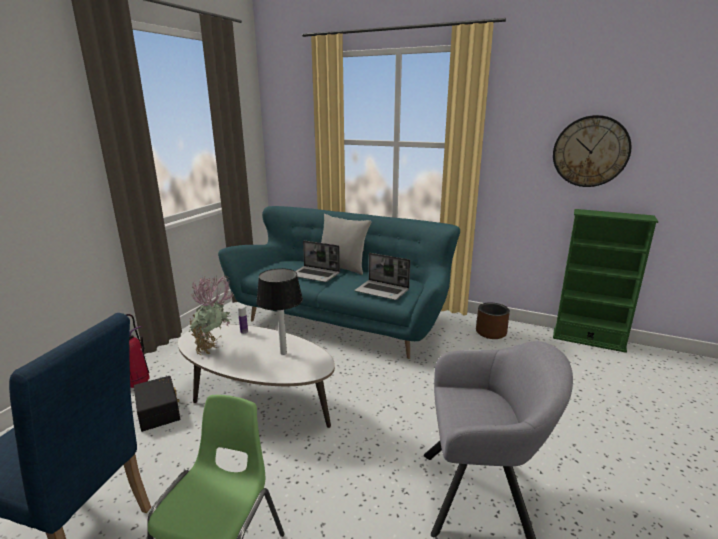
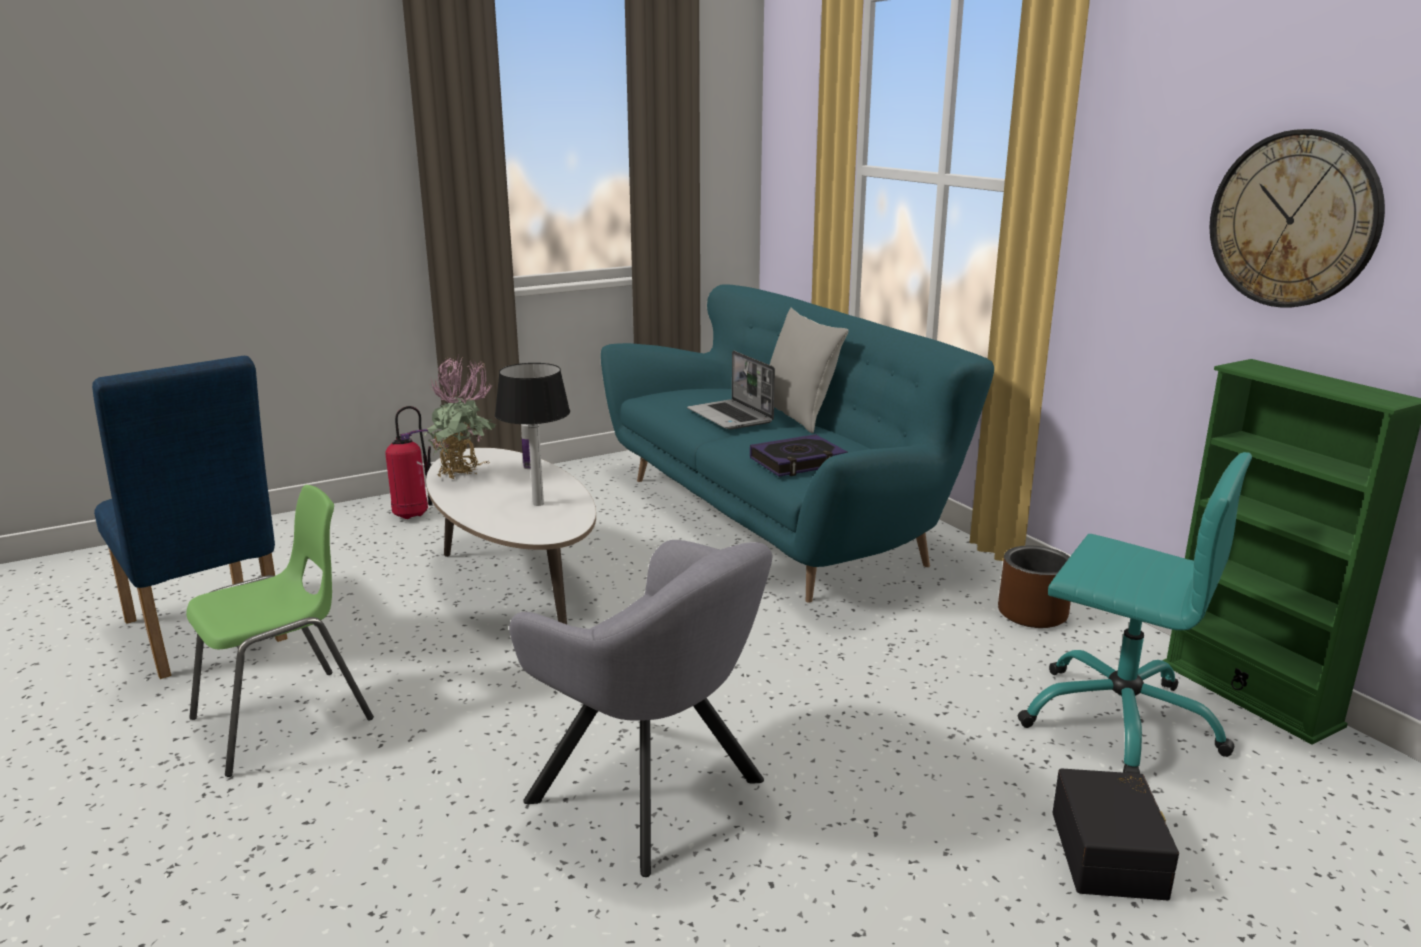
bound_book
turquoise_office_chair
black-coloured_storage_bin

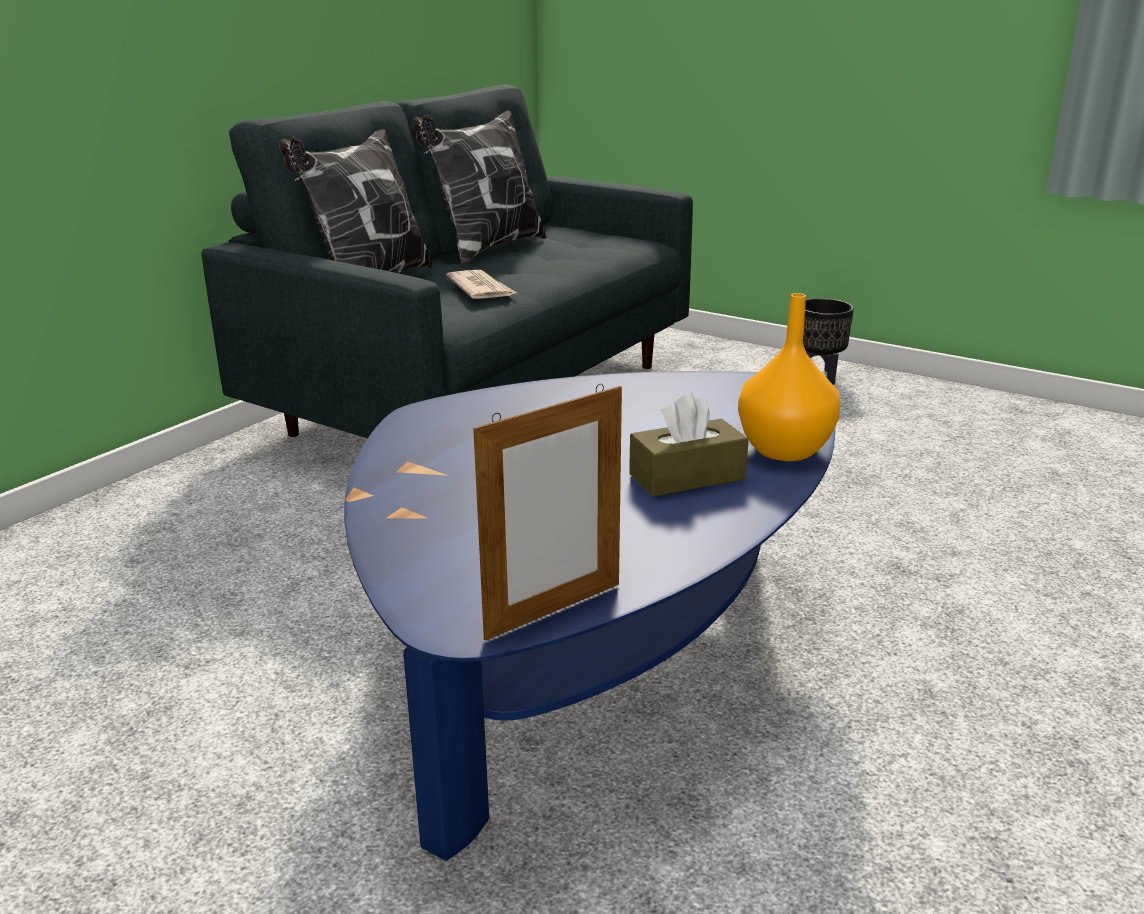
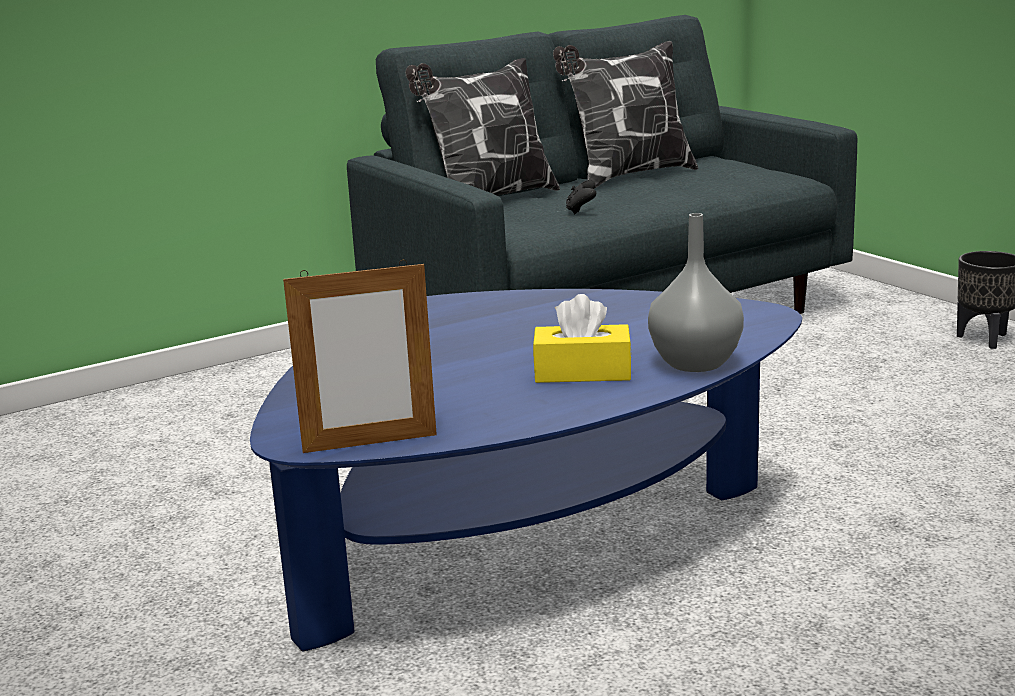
yellow_box_of_tissues
black-coloured_gamepad
greyish_decorative_vase

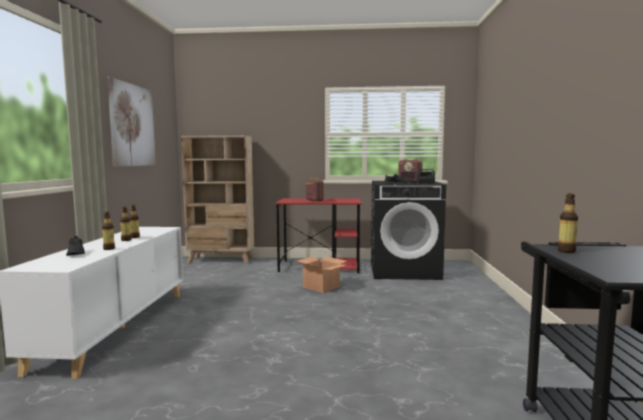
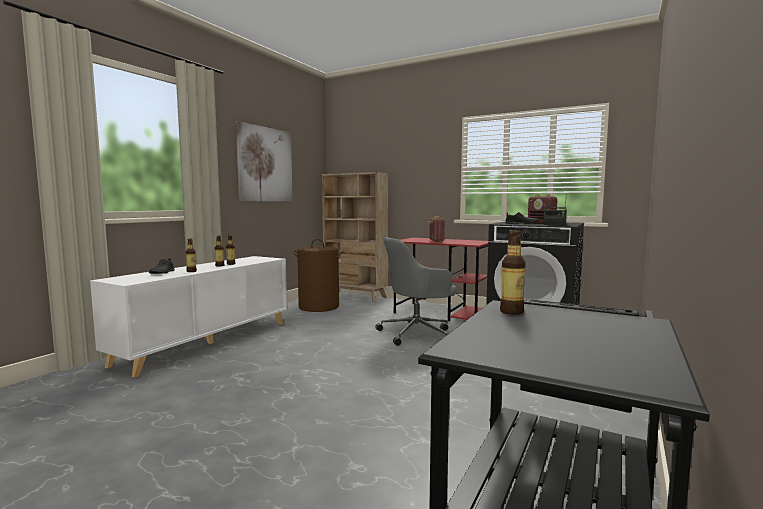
brown_laundry_basket
greyish_office_chair

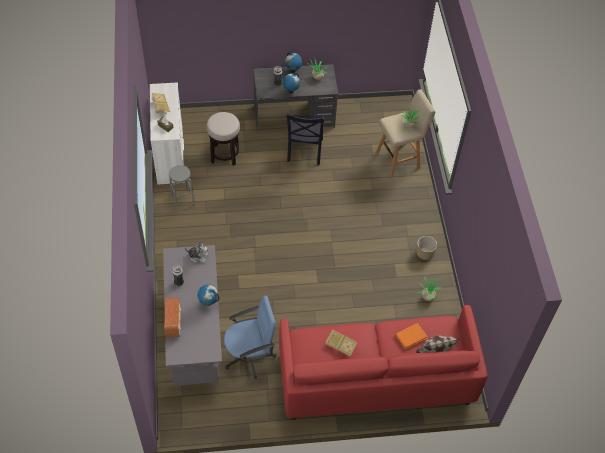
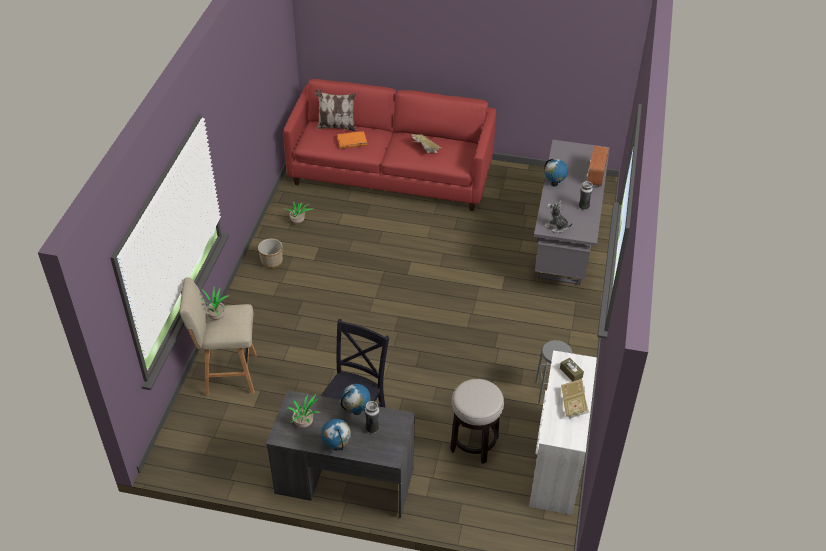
bluish_office_chair

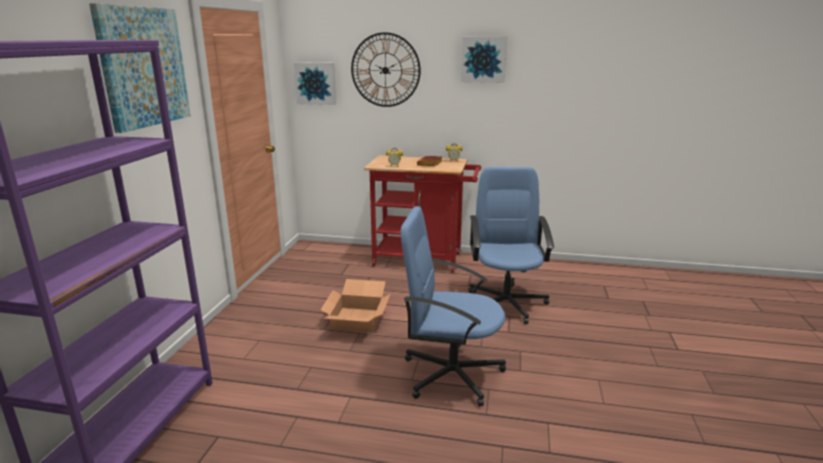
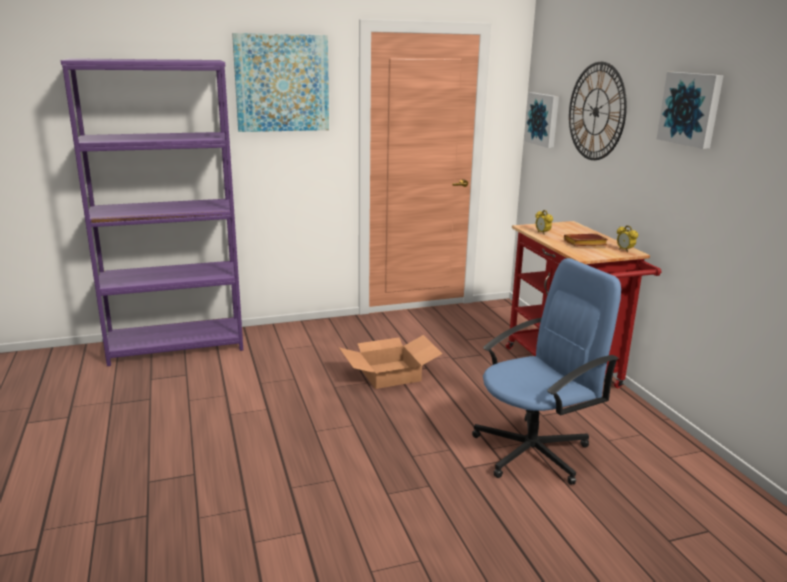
bluish_office_chair (1st from left in the first image)

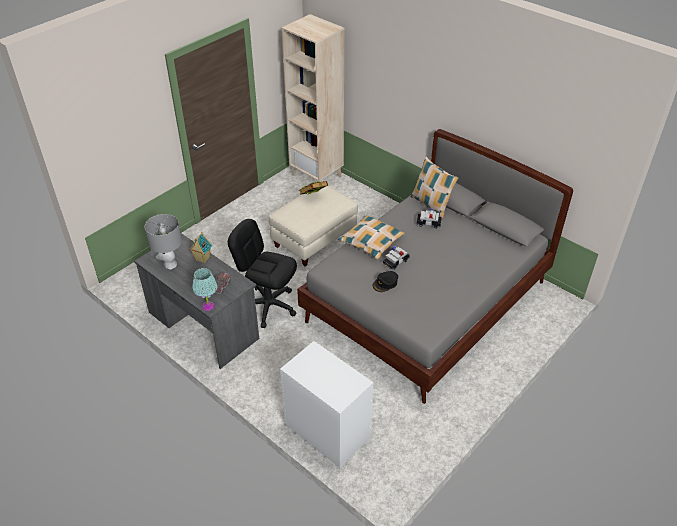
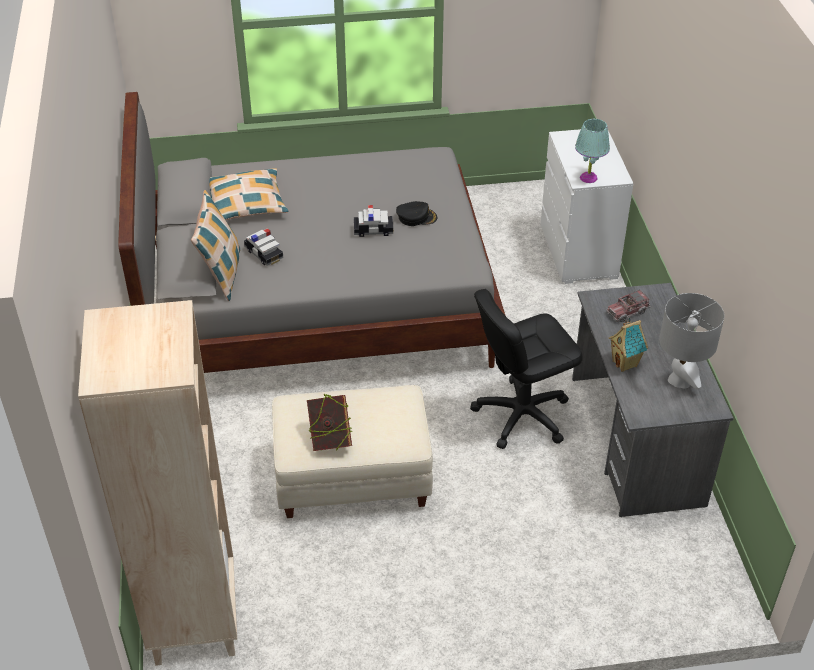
throw_pillow (2nd from left)
black-coloured_office_chair
turquoise_table_lamp

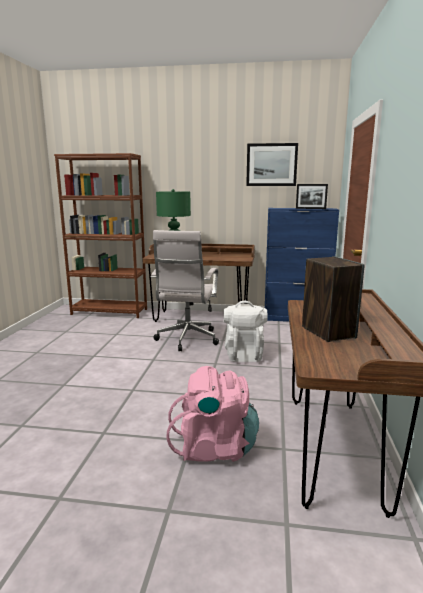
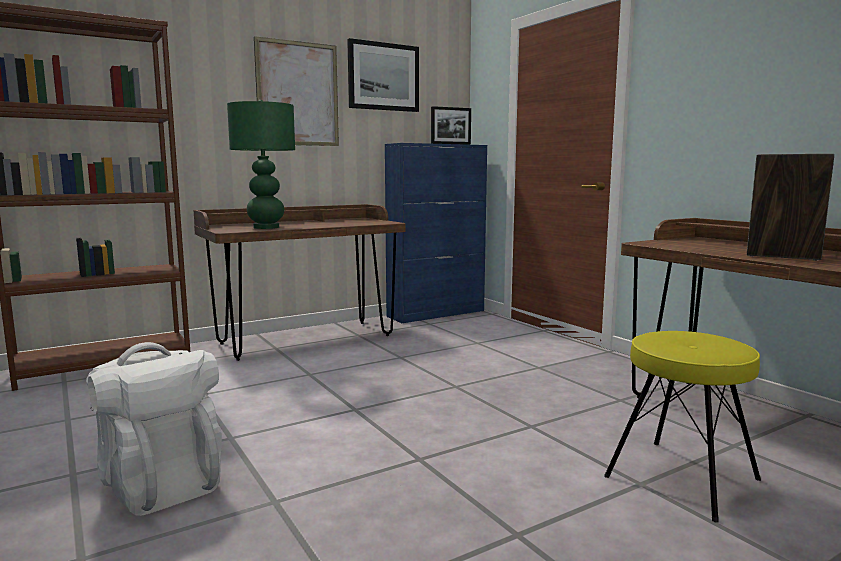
whitish_backpack
picture (1st from left)
yellow_stool
whitish_office_chair

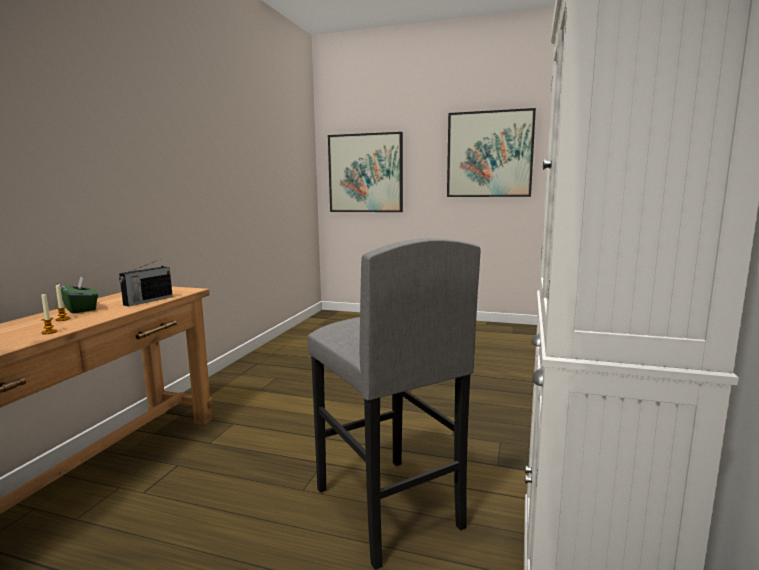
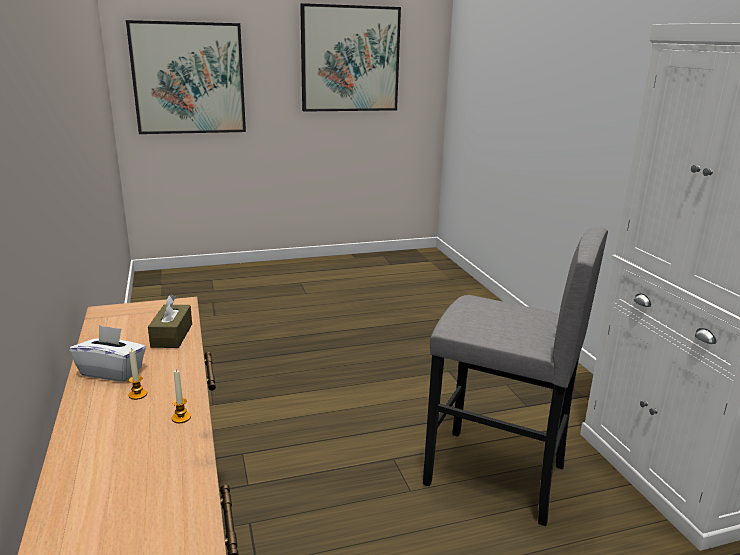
whitish_box_of_tissues
brown_box_of_tissues

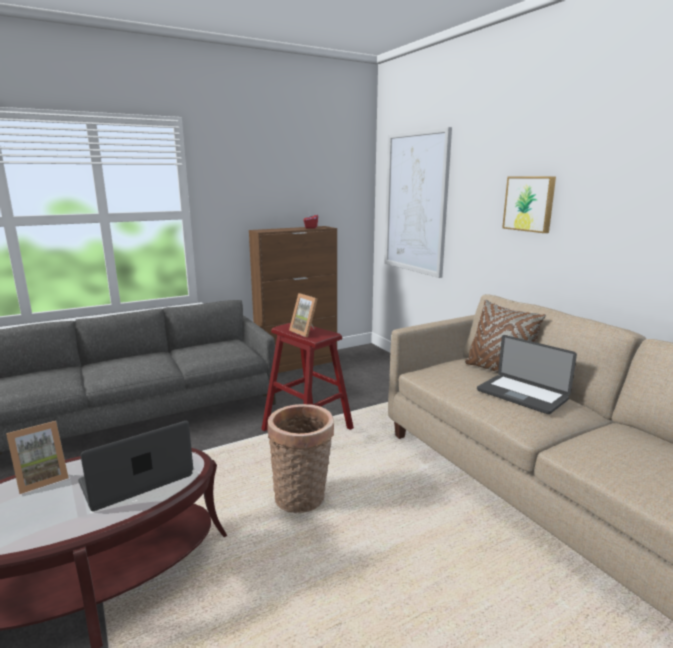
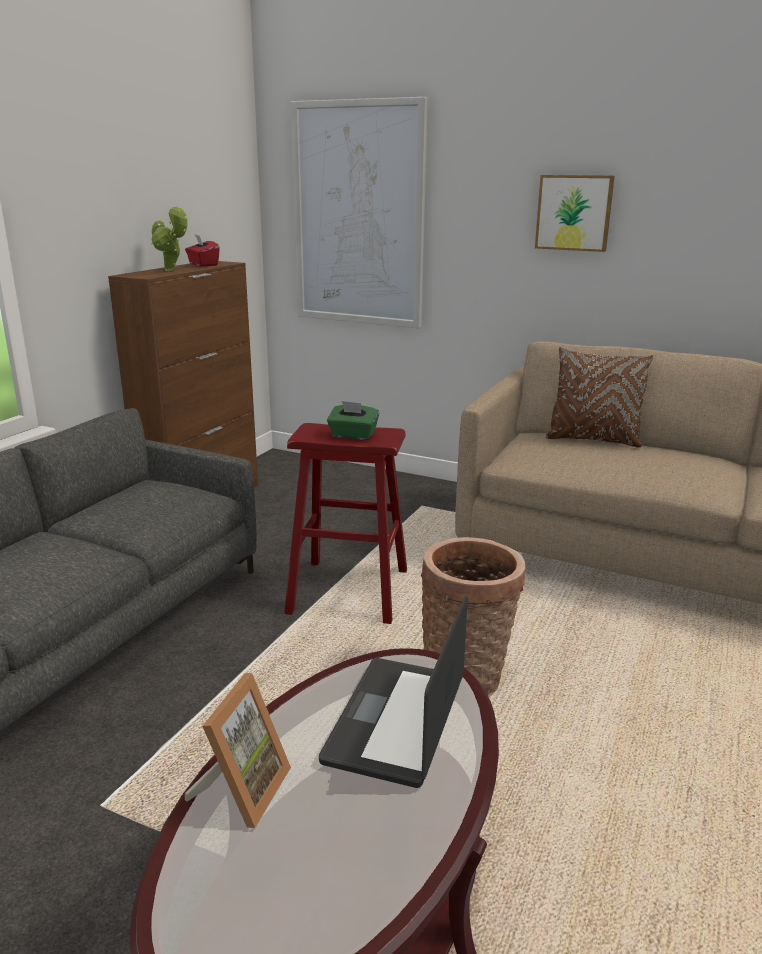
plant_in_a_pot
greenish_box_of_tissues
notebook_computer (2nd from left in the first image)

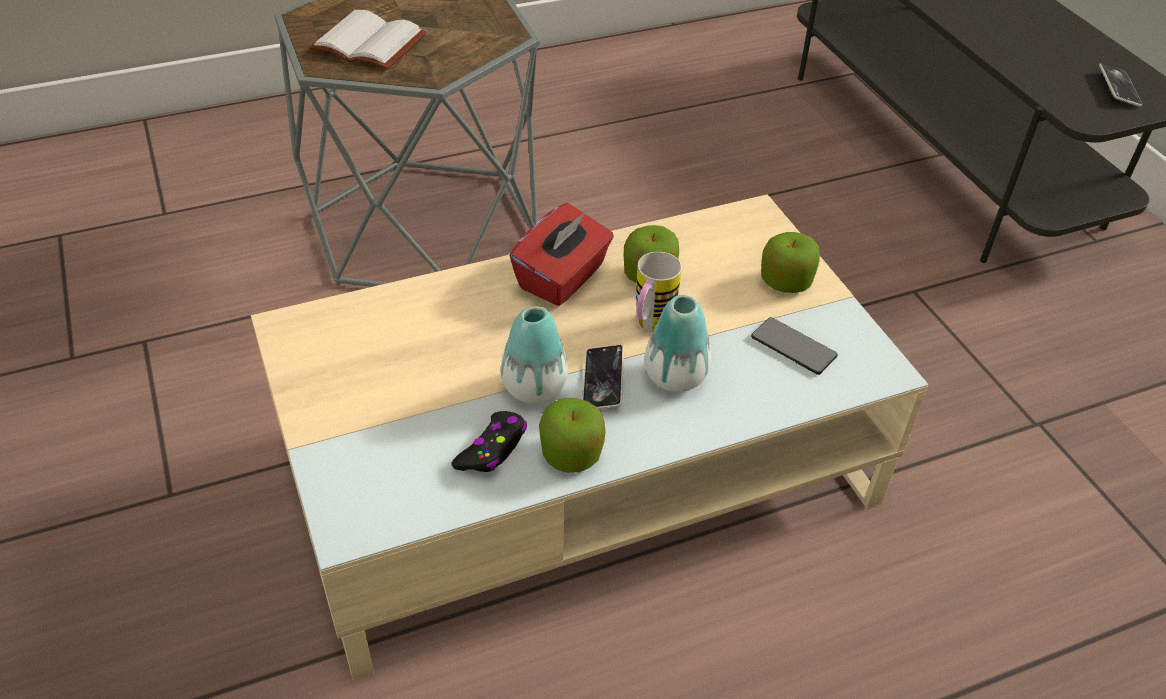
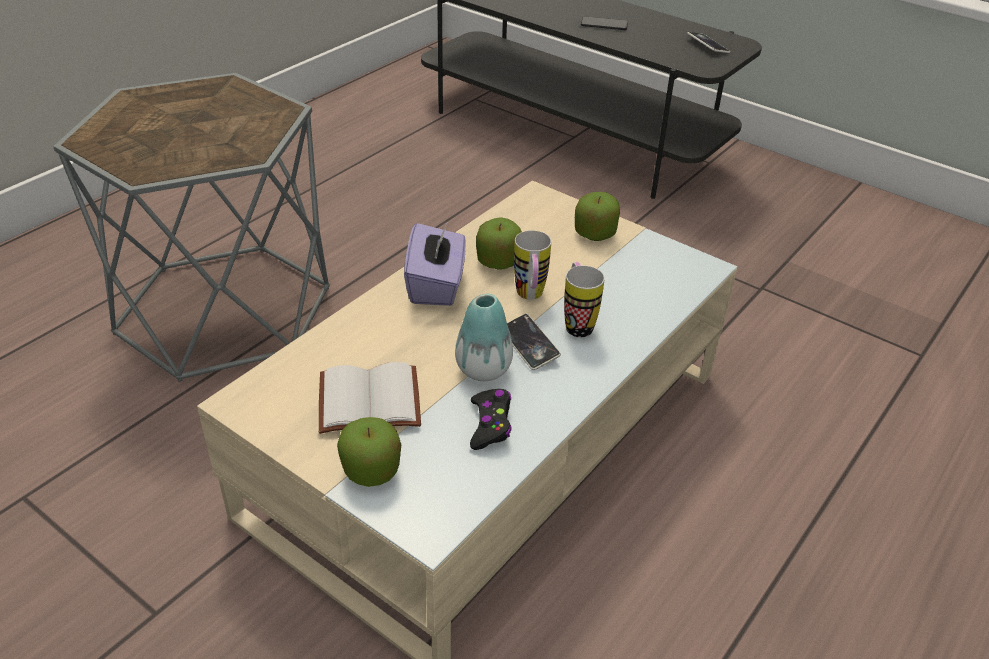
whitish_bound_book
apple_fruit (1st from left)
purple_box_of_tissues
mug (2nd from left)
handset (2nd from left)

